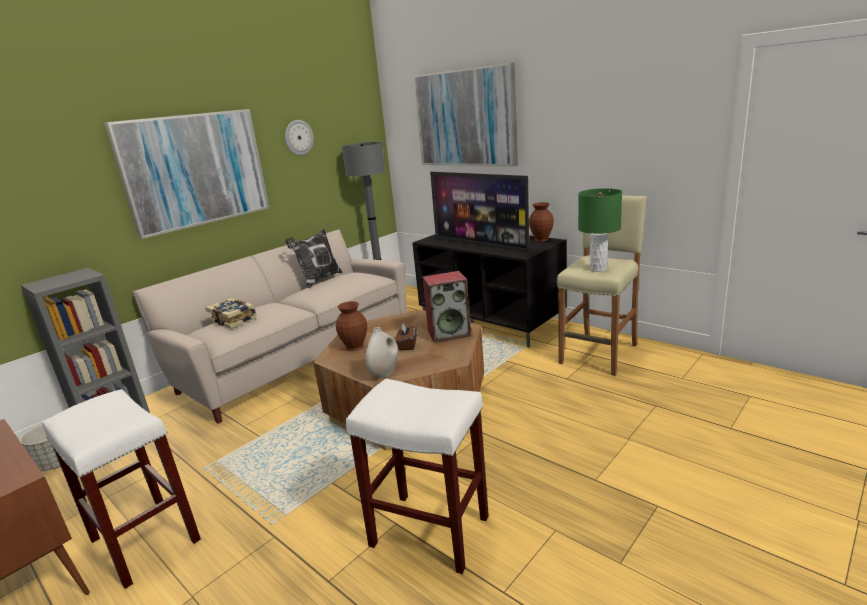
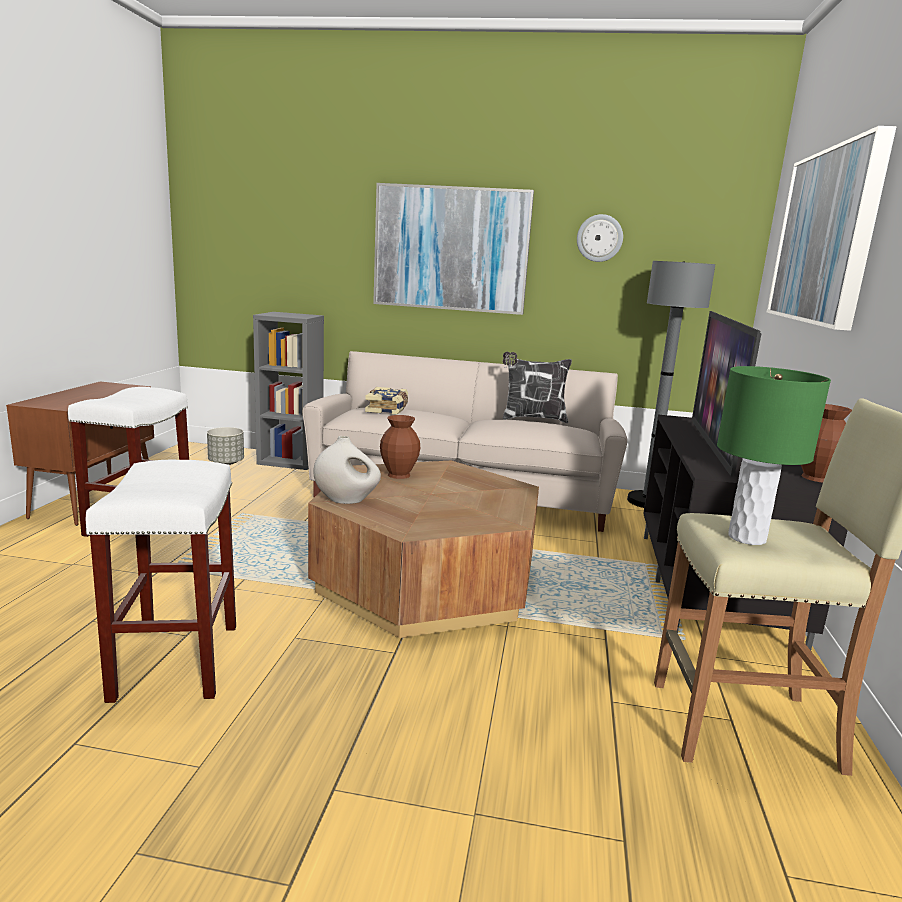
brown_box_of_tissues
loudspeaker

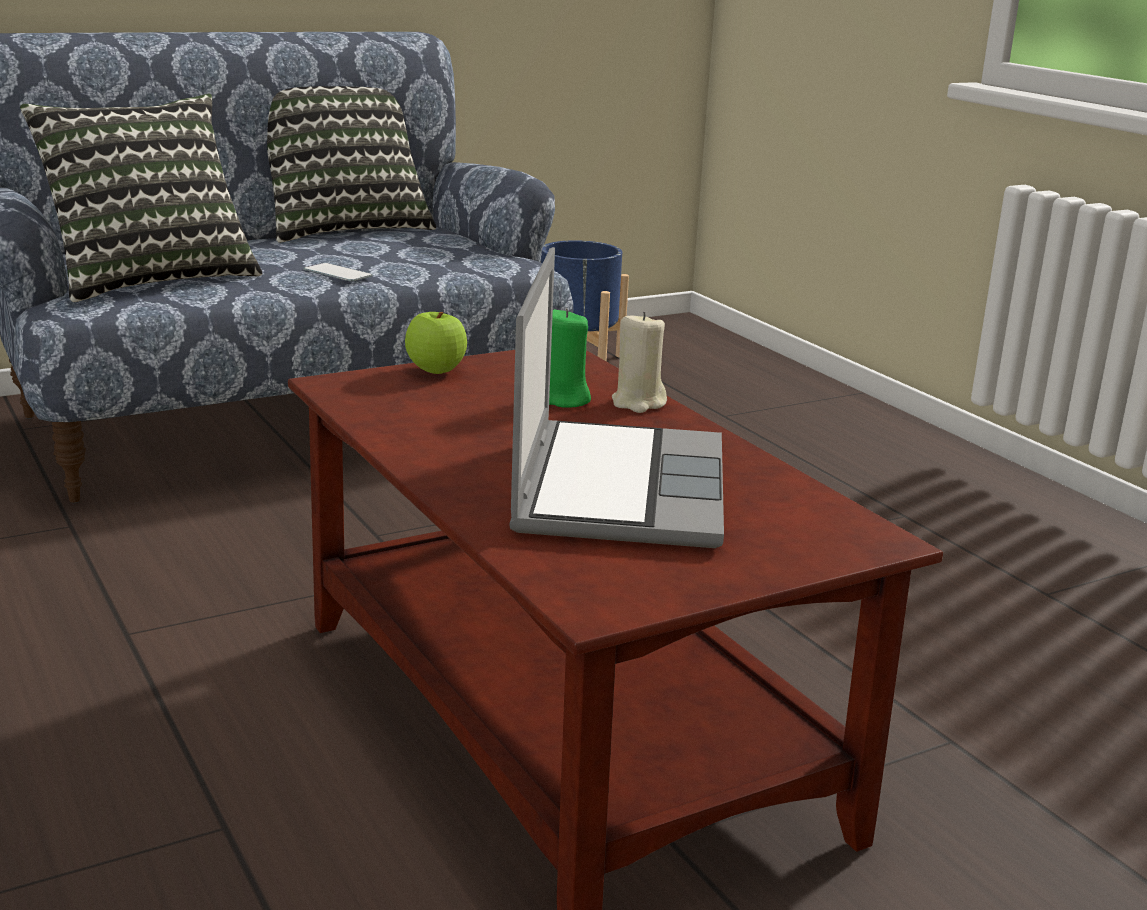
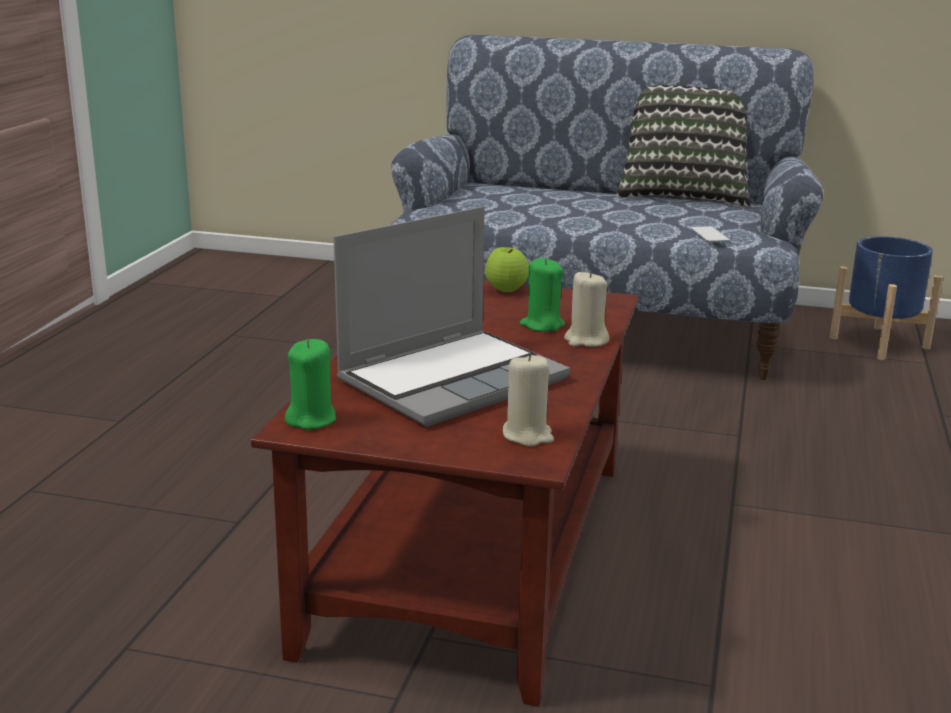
greenish_wax_candle (1st from left)
beige_wax_candle (1st from left)
handset
throw_pillow (1st from left in the first image)

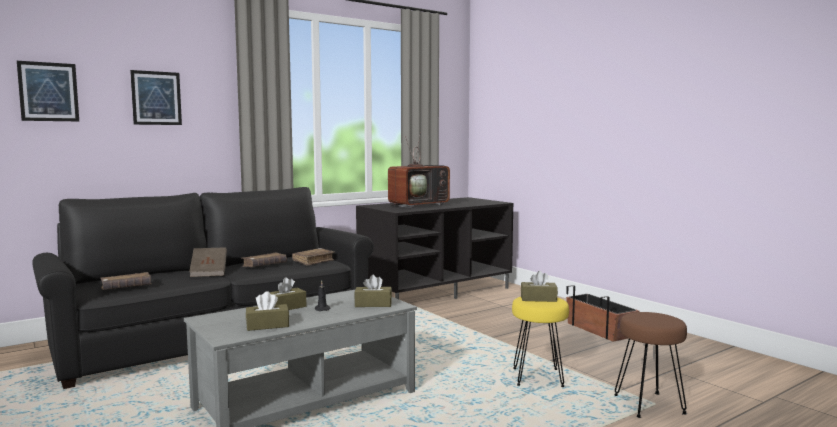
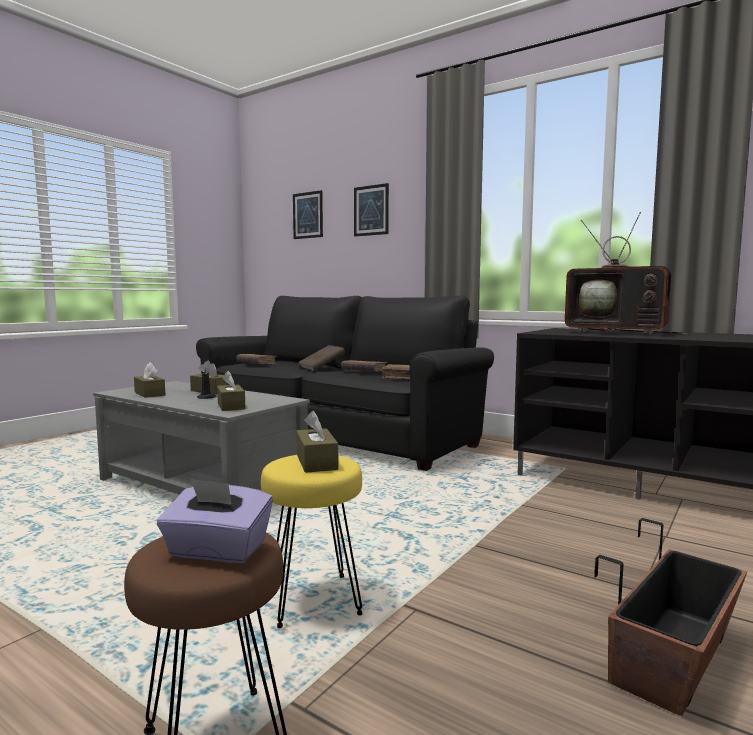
purple_box_of_tissues

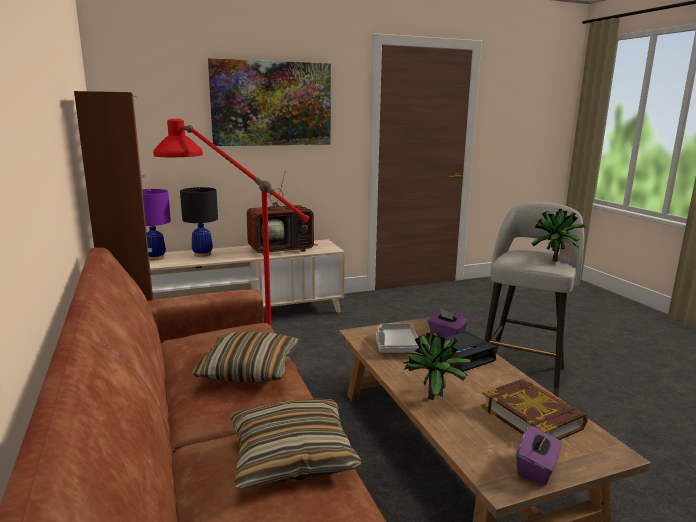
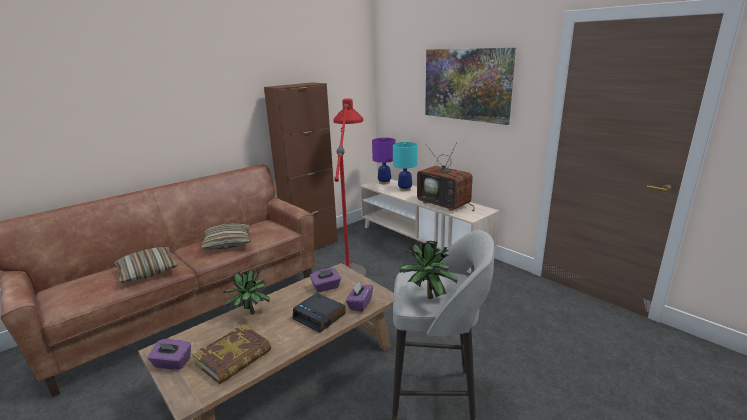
purple_box_of_tissues (2nd from left)
turquoise_table_lamp

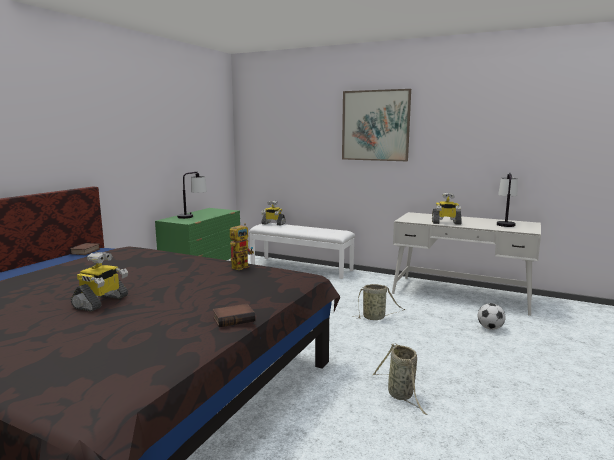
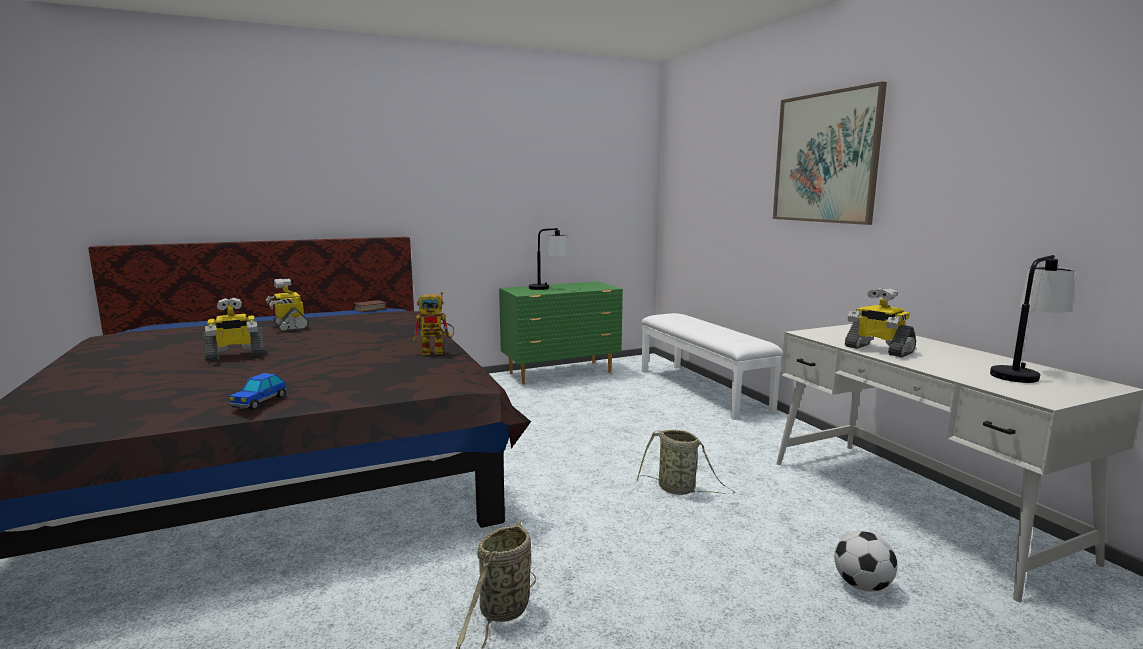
model_car
model_robot (2nd from left)

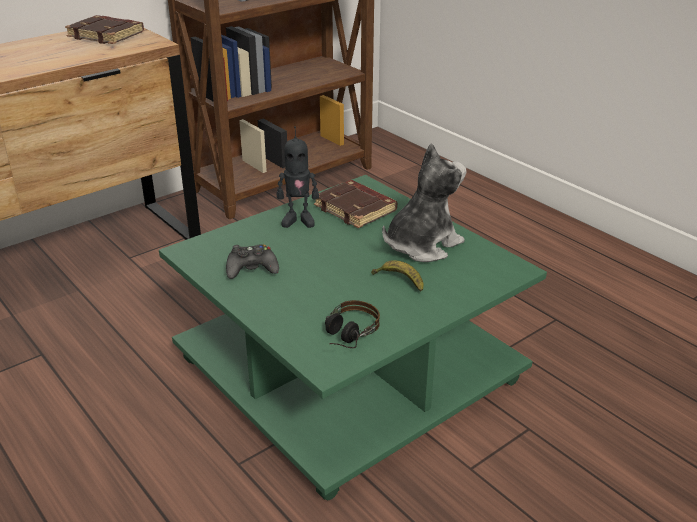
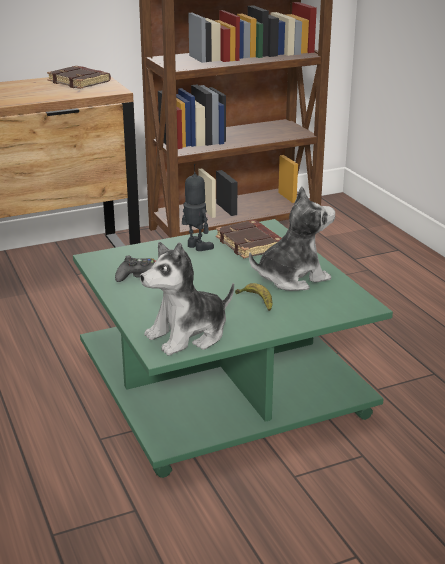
cuddly_toy (1st from left)
model_robot

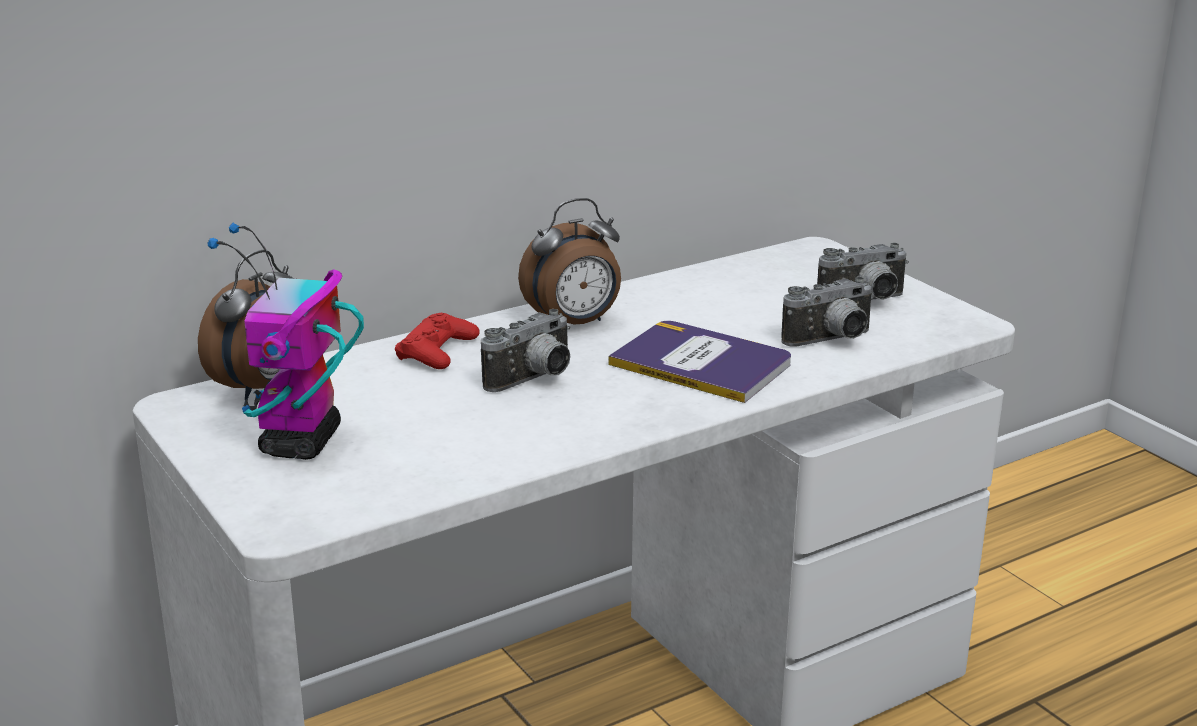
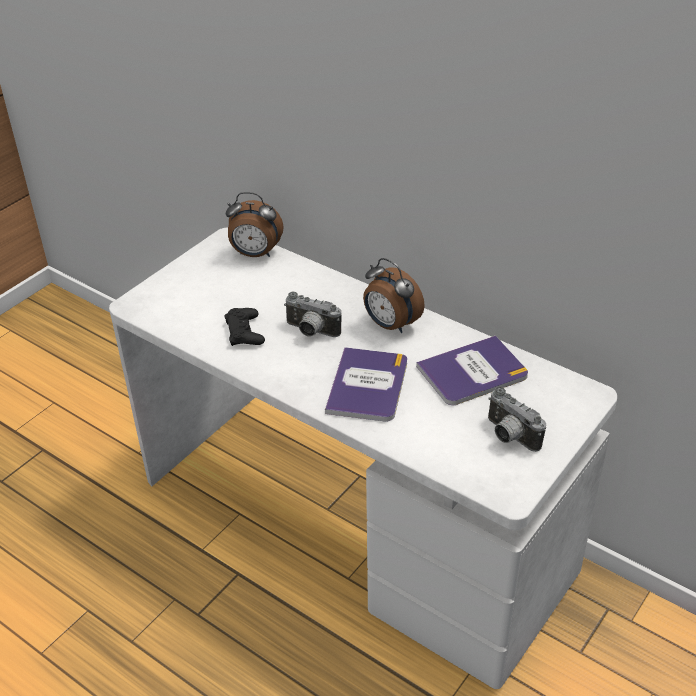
black-coloured_gamepad
bound_book (2nd from left)
model_robot
red_gamepad
photo_camera (2nd from left in the first image)

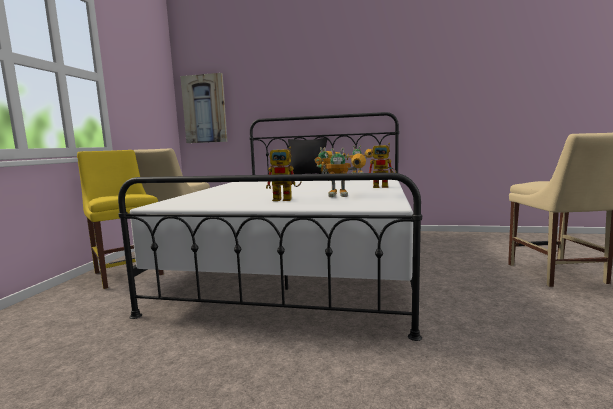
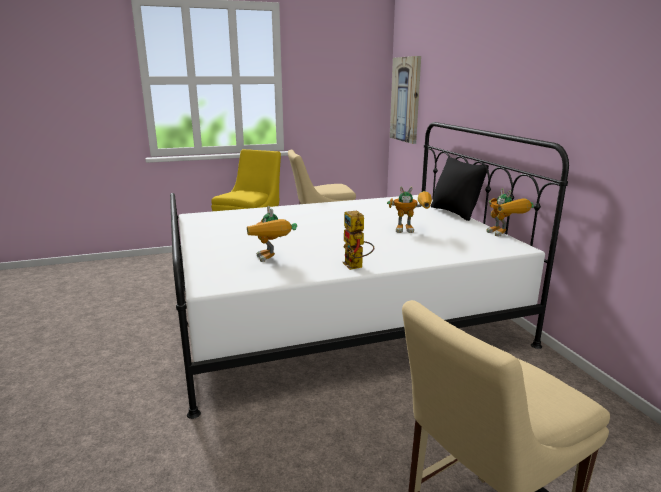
model_robot (1st from left in the first image)

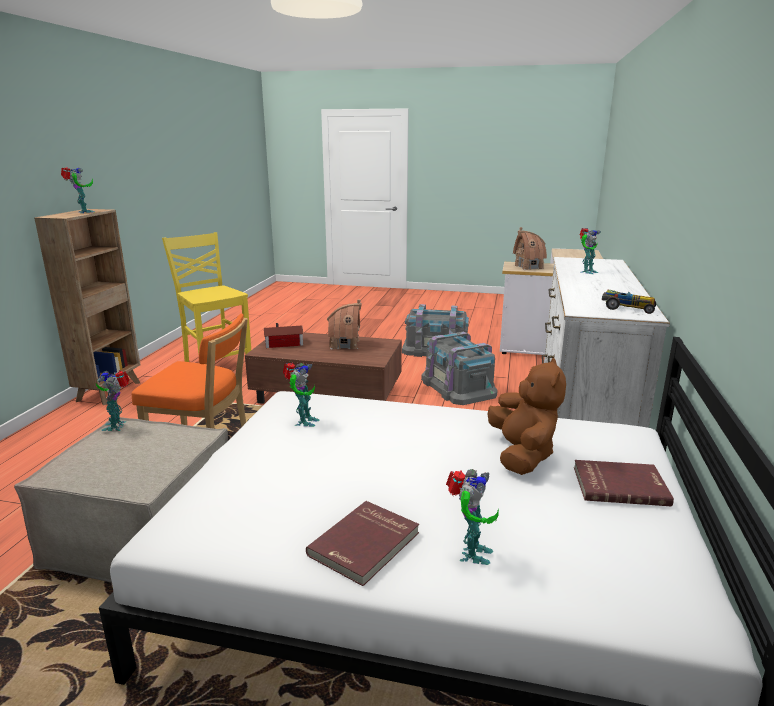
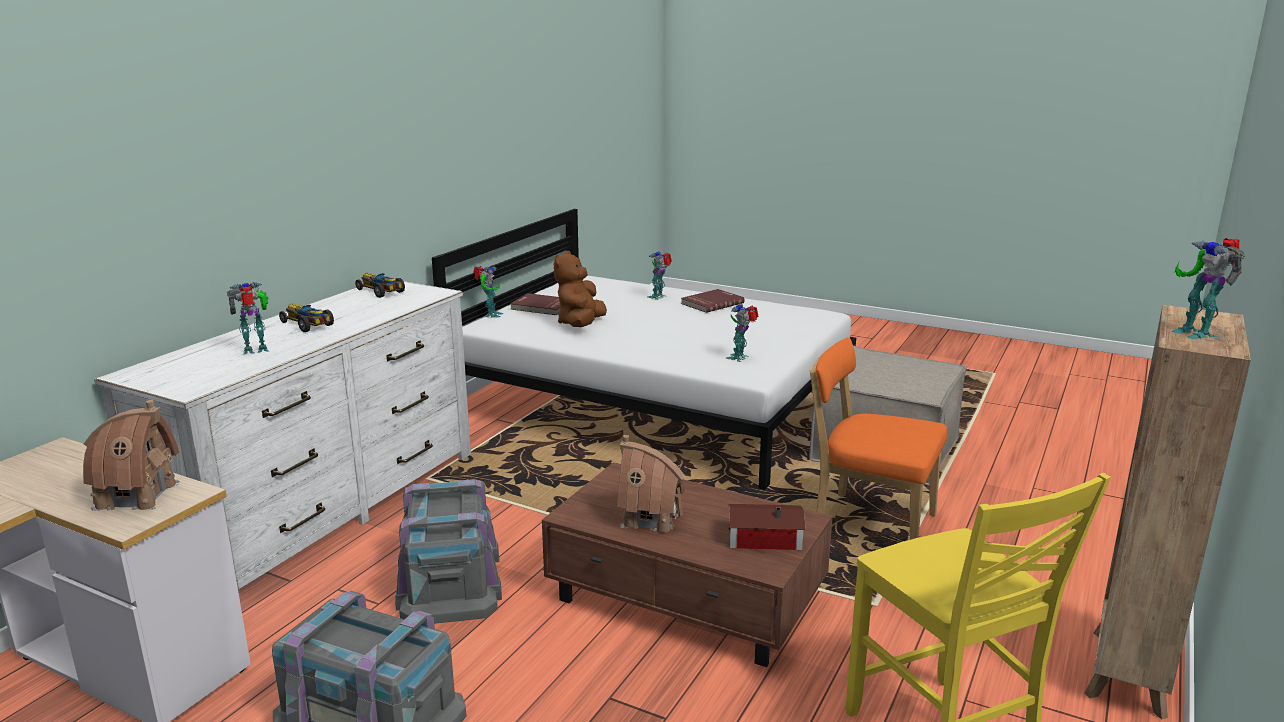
model_car (1st from left)
model_robot (2nd from left)

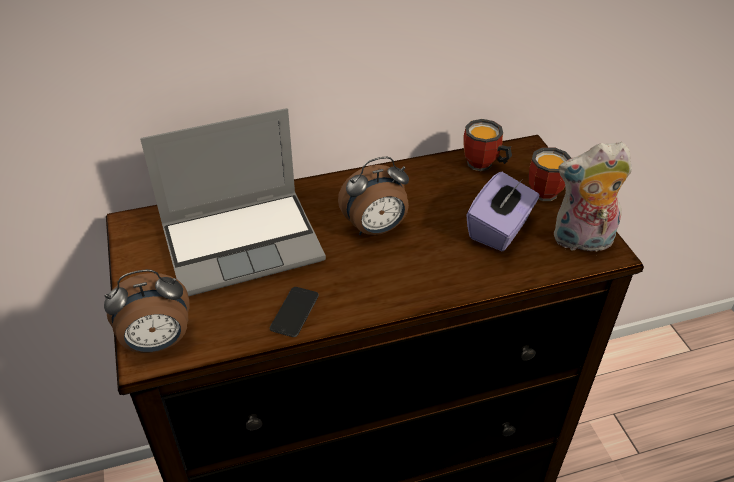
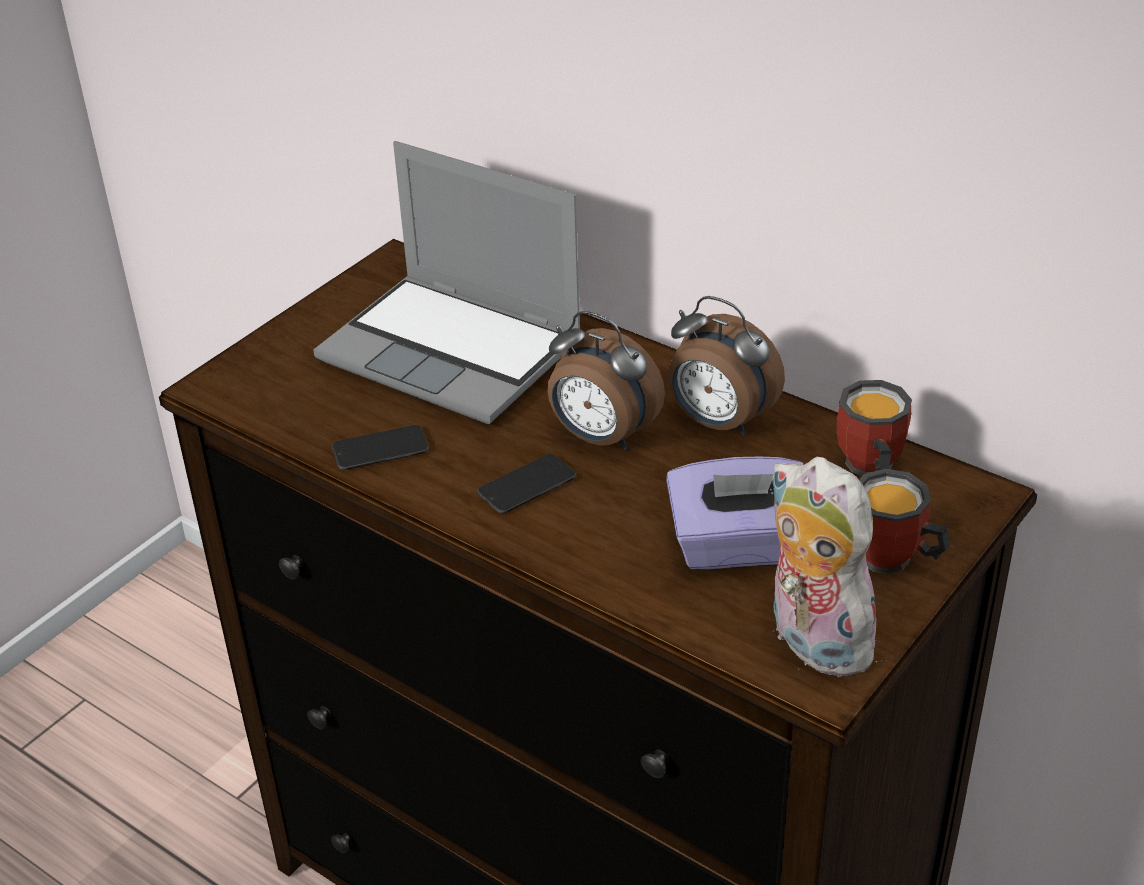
handset (2nd from left)
alarm_clock (2nd from left)

